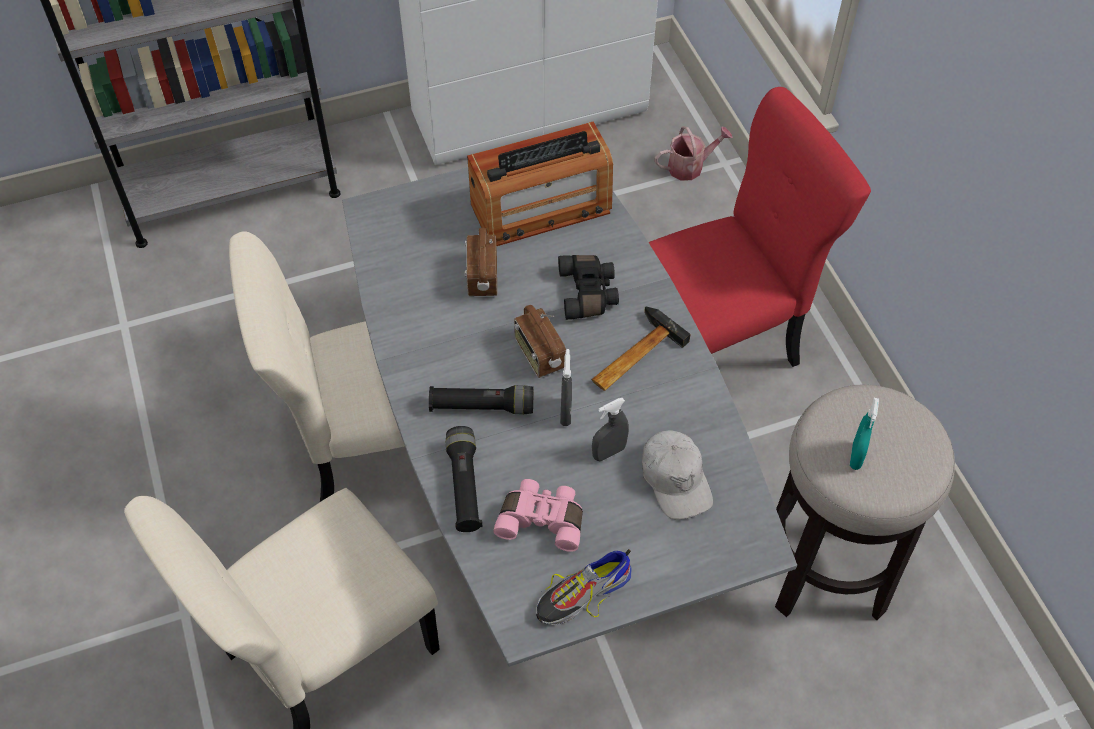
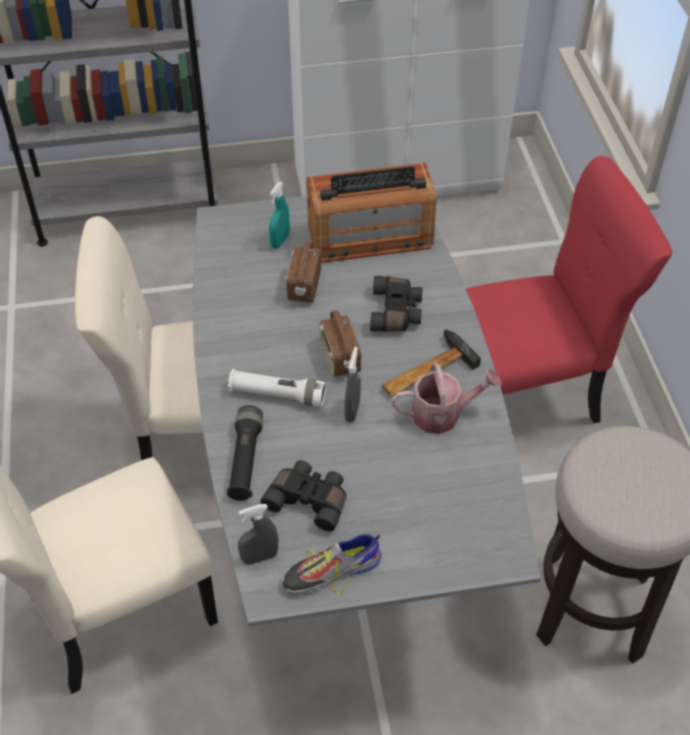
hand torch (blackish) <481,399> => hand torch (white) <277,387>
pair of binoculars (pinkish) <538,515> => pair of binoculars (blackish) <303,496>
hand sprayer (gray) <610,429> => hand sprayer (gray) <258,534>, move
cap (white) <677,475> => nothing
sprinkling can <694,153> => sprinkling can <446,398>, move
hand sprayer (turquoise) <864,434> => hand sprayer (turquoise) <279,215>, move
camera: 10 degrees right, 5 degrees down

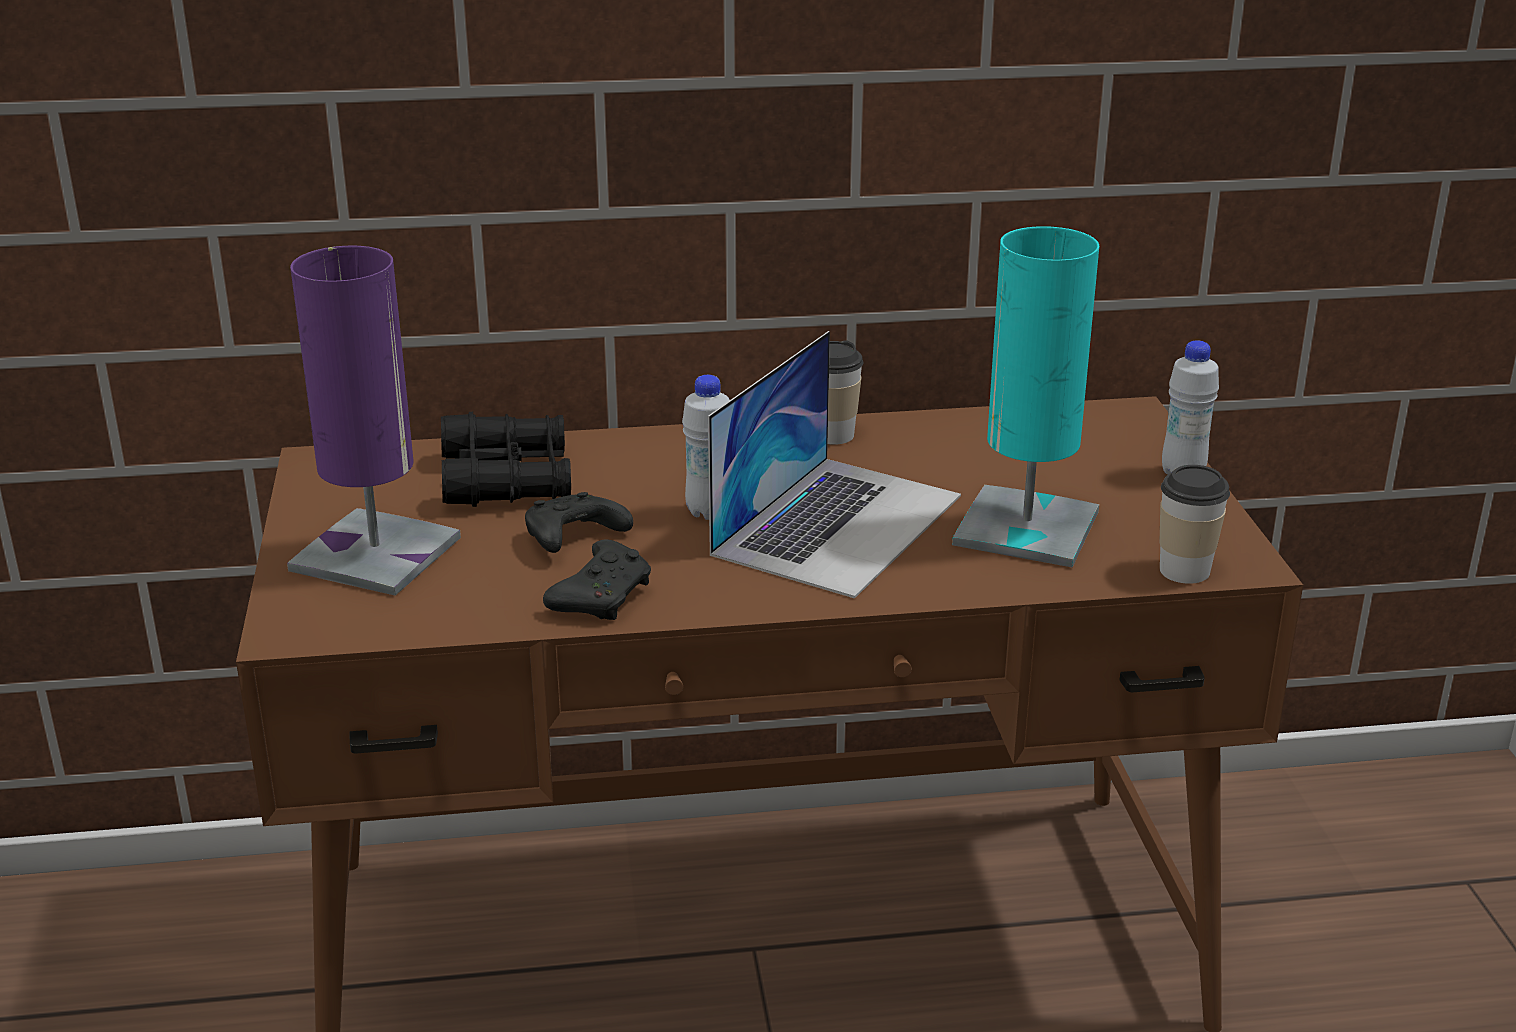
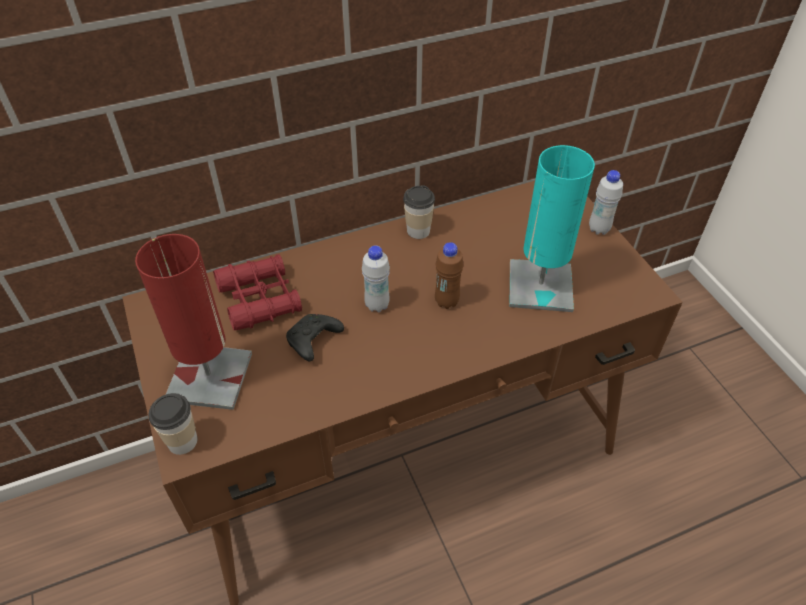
table lamp (purple) <374,421> => table lamp (reddish) <193,322>
pair of binoculars (blackish) <506,459> => pair of binoculars (reddish) <257,292>
gamepad (blackish) <597,579> => nothing
notebook computer <834,464> => beverage bottle (brownish) <449,275>
drinking cup <1194,524> => drinking cup <173,424>, move
camera: 15 degrees left, 20 degrees up

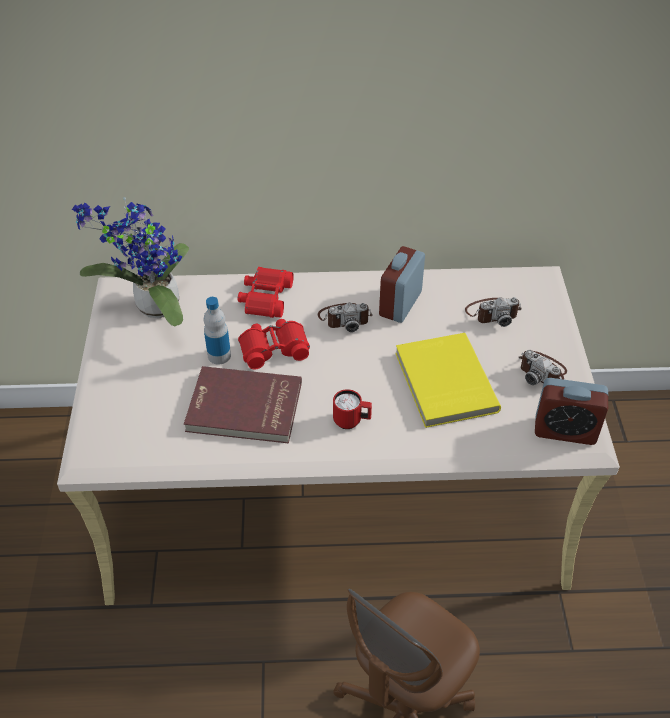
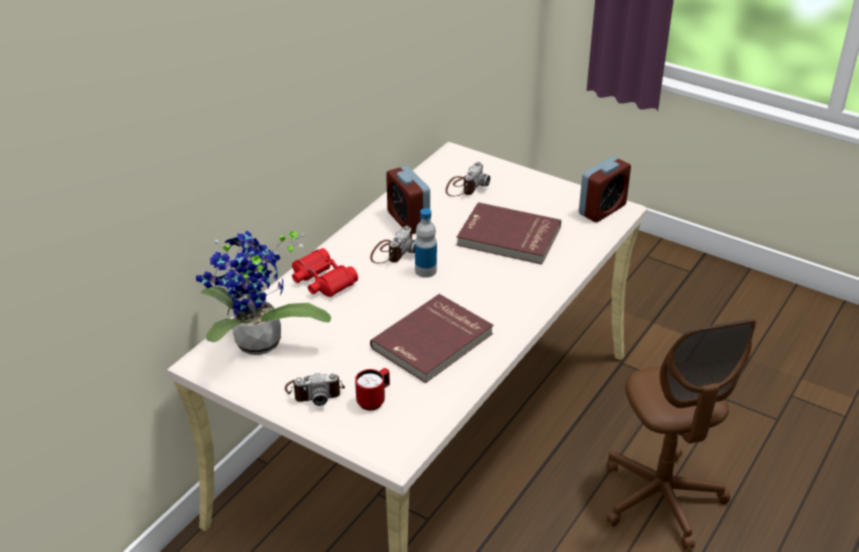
beverage bottle <217,331> => beverage bottle <426,243>, move
pair of binoculars (reddish) <274,344> => nothing
coffee mug (reddish) <352,409> => coffee mug (reddish) <372,389>, move
book (yellow) <448,380> => book (reddish) <509,233>
still camera <543,367> => still camera <315,389>, move
camera: 55 degrees left, 10 degrees down

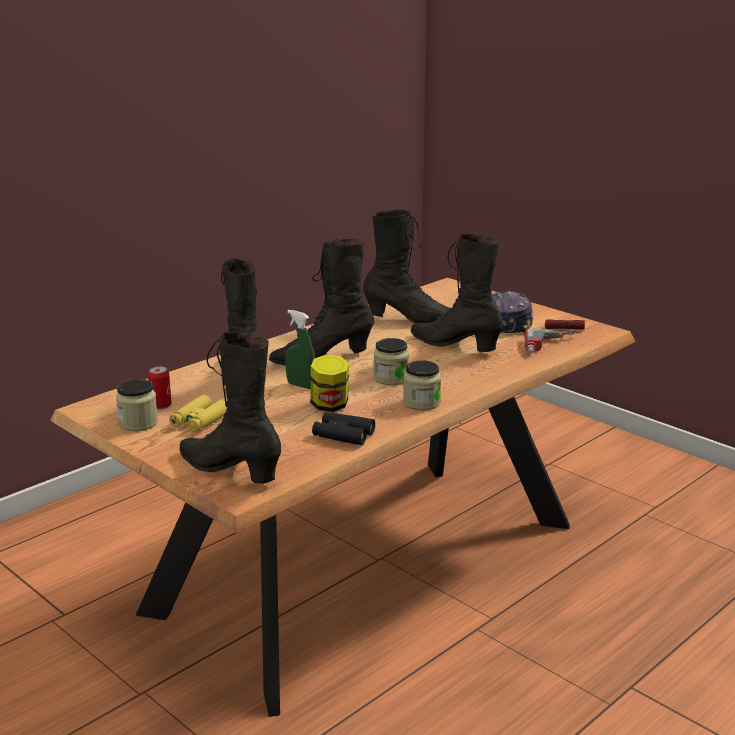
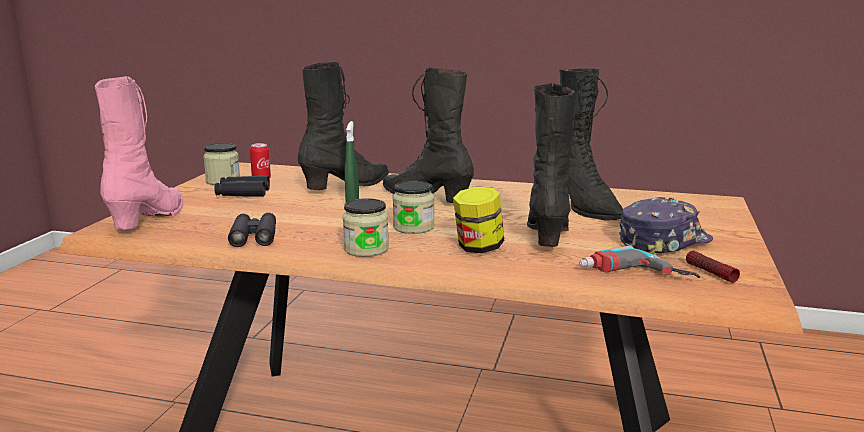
pair of binoculars (yellow) <198,413> => pair of binoculars (blackish) <242,186>
boot (blackish) <230,408> => boot (pinkish) <139,152>
storage jar <329,383> => storage jar <478,220>, move
camera: 60 degrees right, 5 degrees down

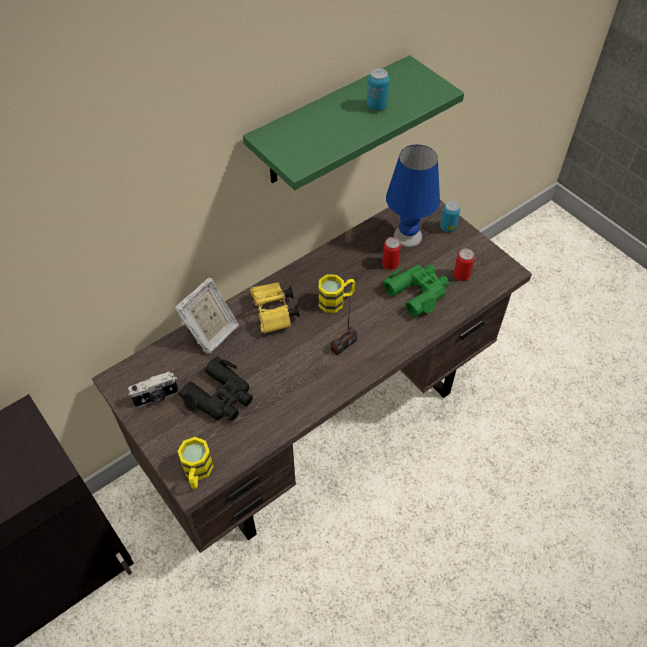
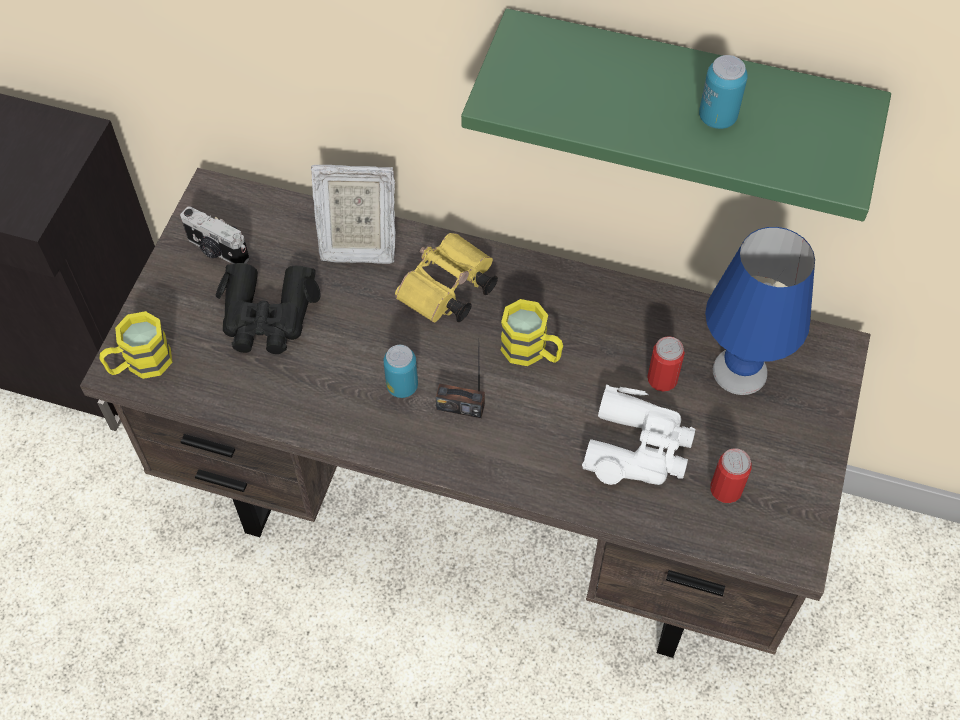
pair of binoculars (green) <416,291> => pair of binoculars (white) <638,435>
sealed can <450,216> => sealed can <400,371>, move
camera: 55 degrees right, 5 degrees up

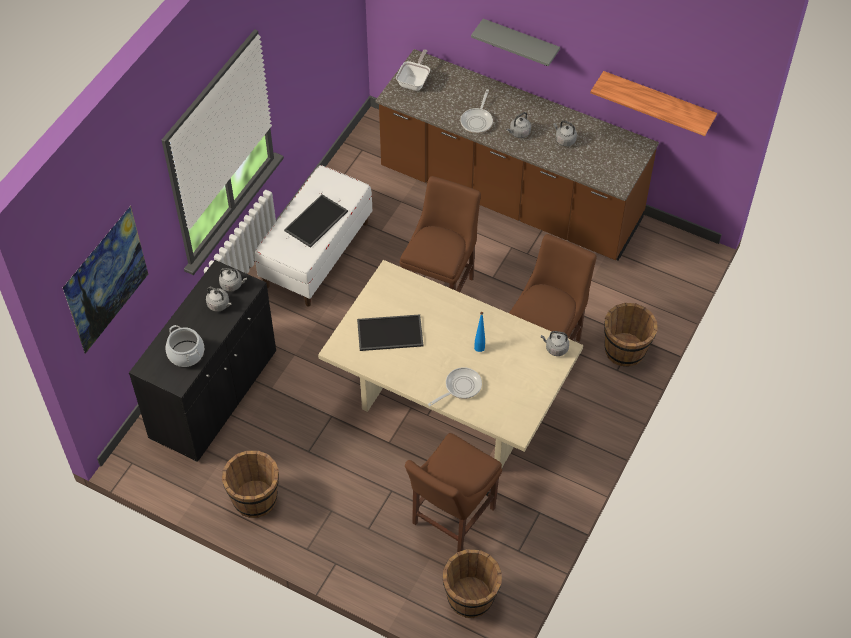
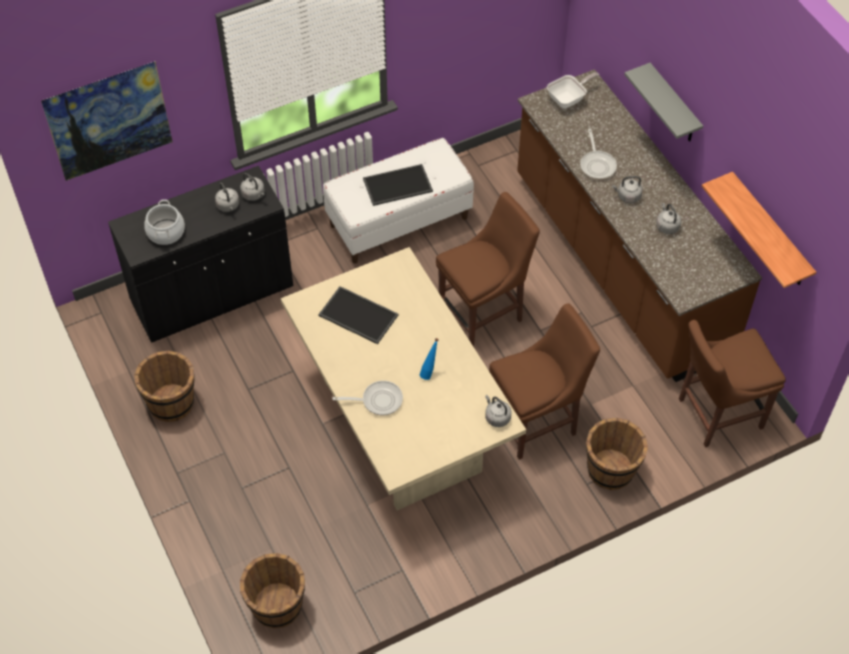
chair (brownish) <453,492> => chair (brownish) <732,383>, move
pan <477,111> => pan <598,154>, 60 degrees counterclockwise
camera: 35 degrees right, 0 degrees up

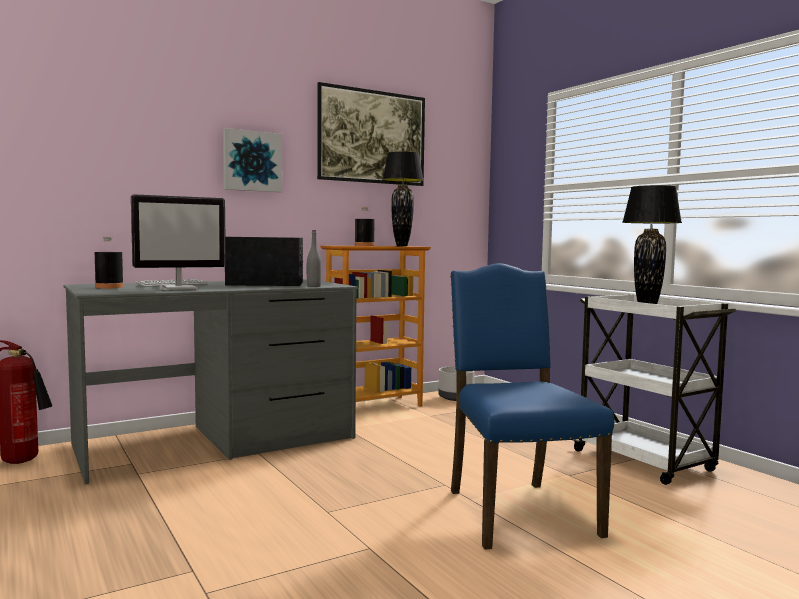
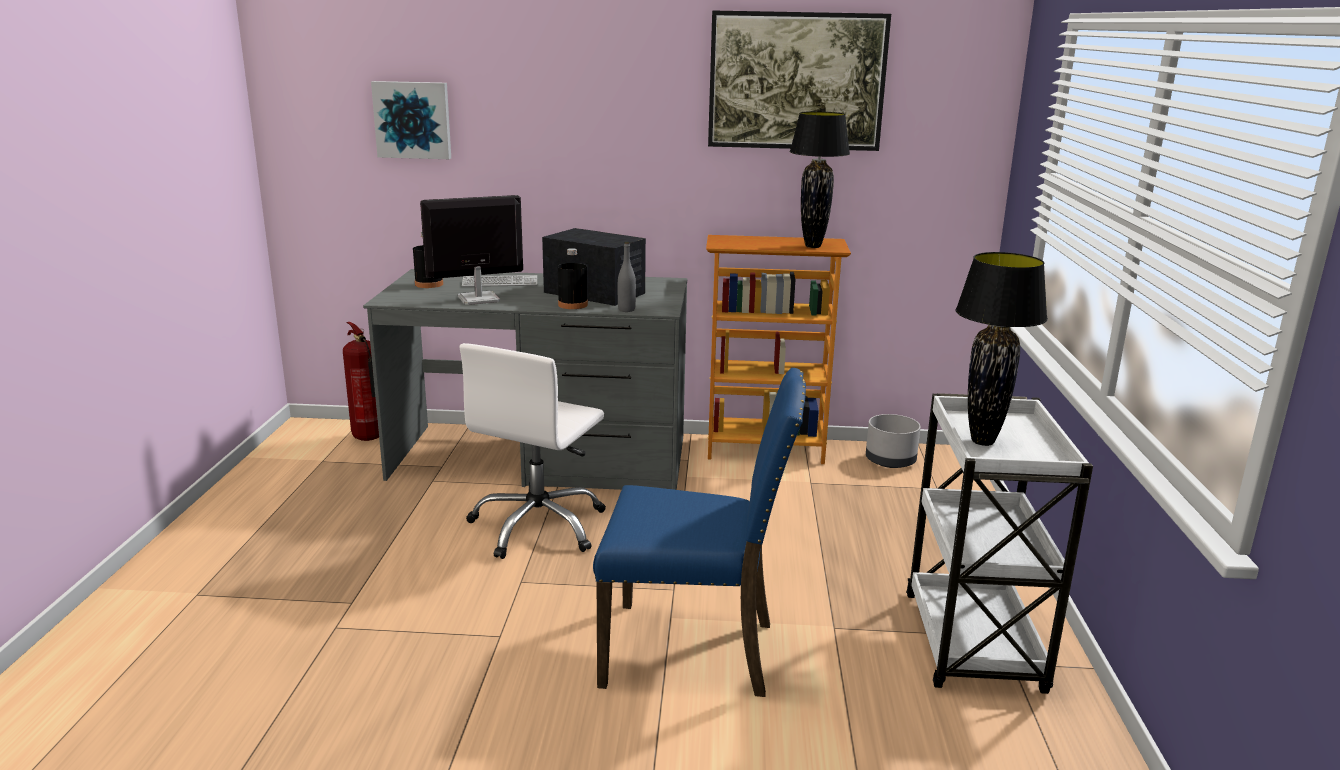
computer display <178,242> => computer display <471,250>, 150 degrees clockwise
wall art <252,160> => wall art <411,120>, move
beverage bottle (blackish) <365,226> => beverage bottle (blackish) <573,278>, move
chair (bluish) <532,406> => chair (bluish) <699,532>, 75 degrees clockwise
nothing => computer chair (white) <533,451>
camera: 35 degrees right, 15 degrees up

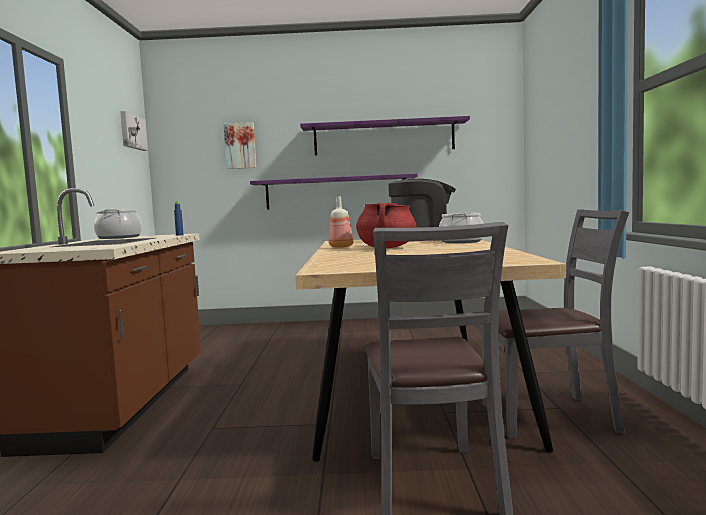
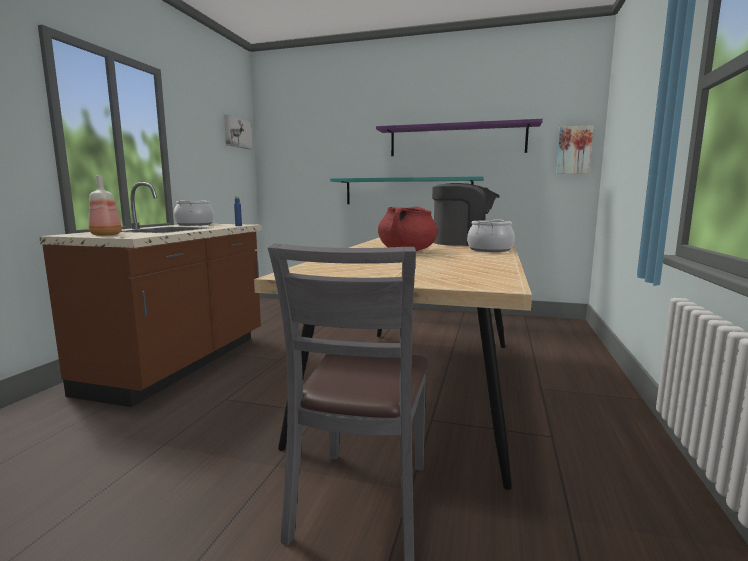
wall art <240,145> => wall art <574,149>, move
wall shelf (purple) <334,191> => wall shelf (turquoise) <407,190>
beverage bottle <341,222> => beverage bottle <105,206>, move
chair (gray) <555,324> => nothing
camera: 15 degrees right, 5 degrees up

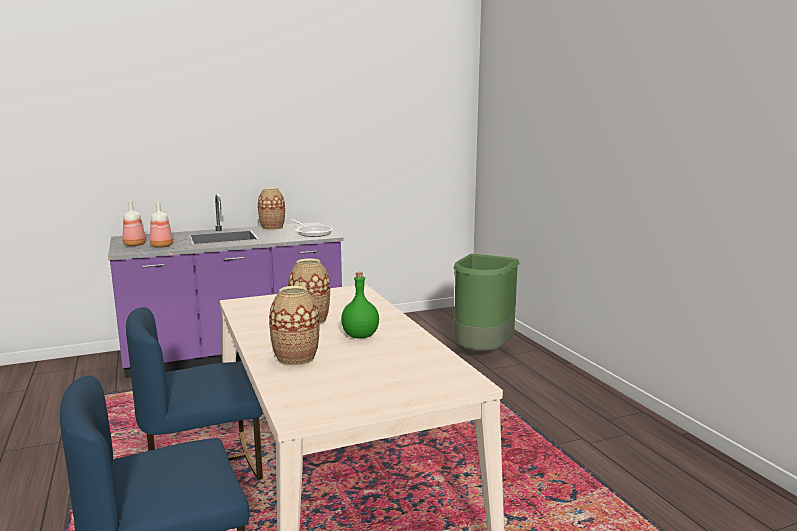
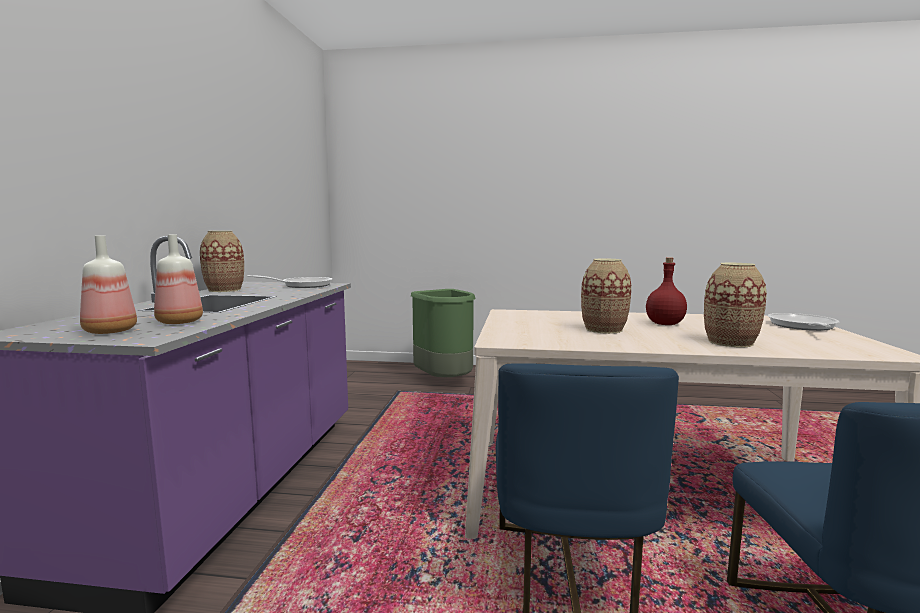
beverage bottle (green) <360,305> => beverage bottle (reddish) <666,291>
nothing => pan <803,322>
camera: 60 degrees left, 5 degrees down

